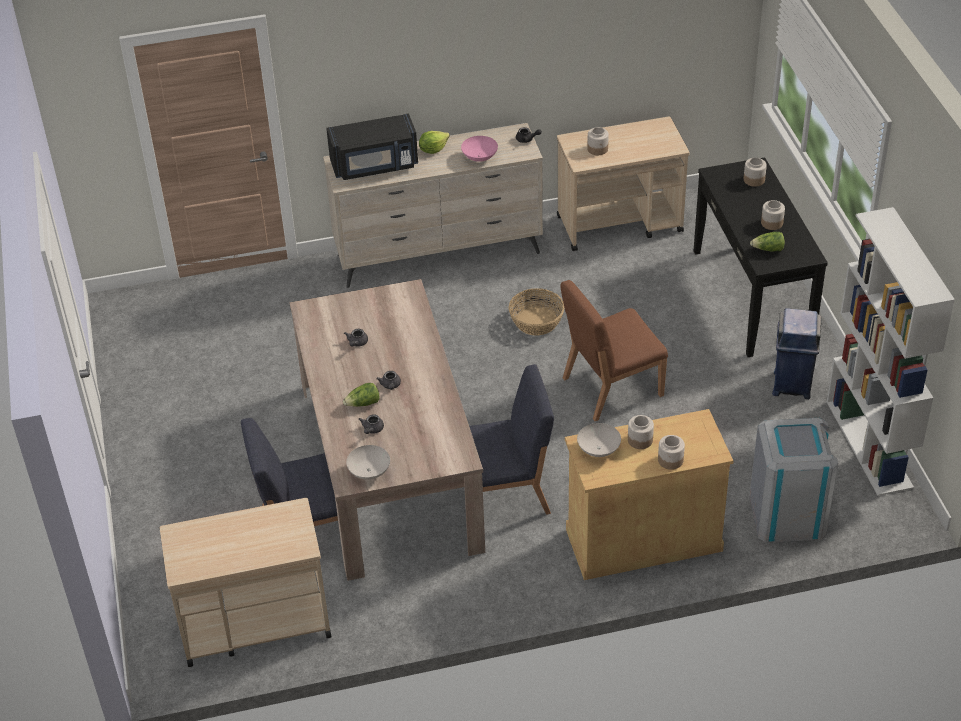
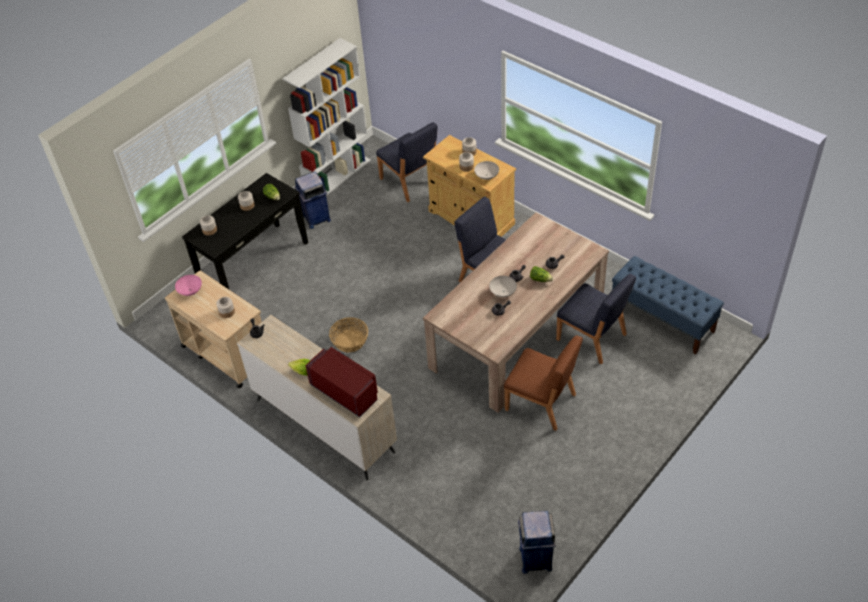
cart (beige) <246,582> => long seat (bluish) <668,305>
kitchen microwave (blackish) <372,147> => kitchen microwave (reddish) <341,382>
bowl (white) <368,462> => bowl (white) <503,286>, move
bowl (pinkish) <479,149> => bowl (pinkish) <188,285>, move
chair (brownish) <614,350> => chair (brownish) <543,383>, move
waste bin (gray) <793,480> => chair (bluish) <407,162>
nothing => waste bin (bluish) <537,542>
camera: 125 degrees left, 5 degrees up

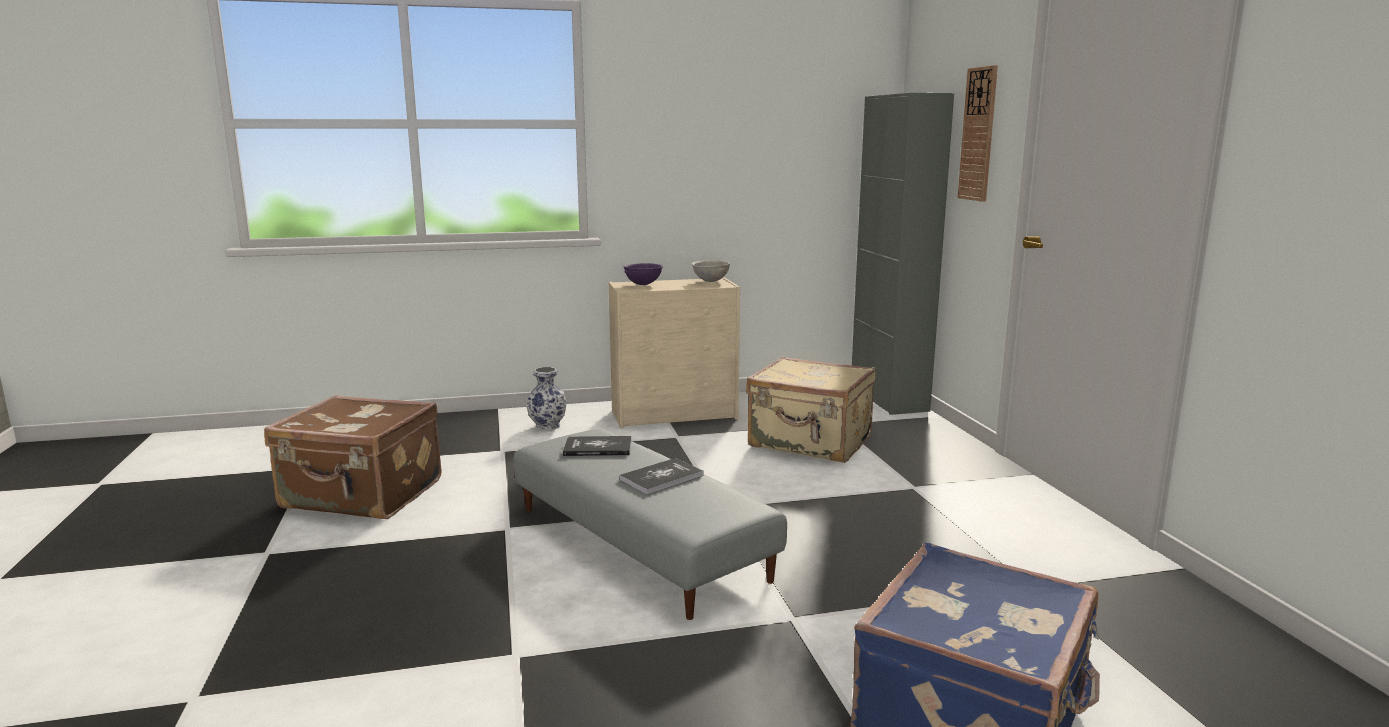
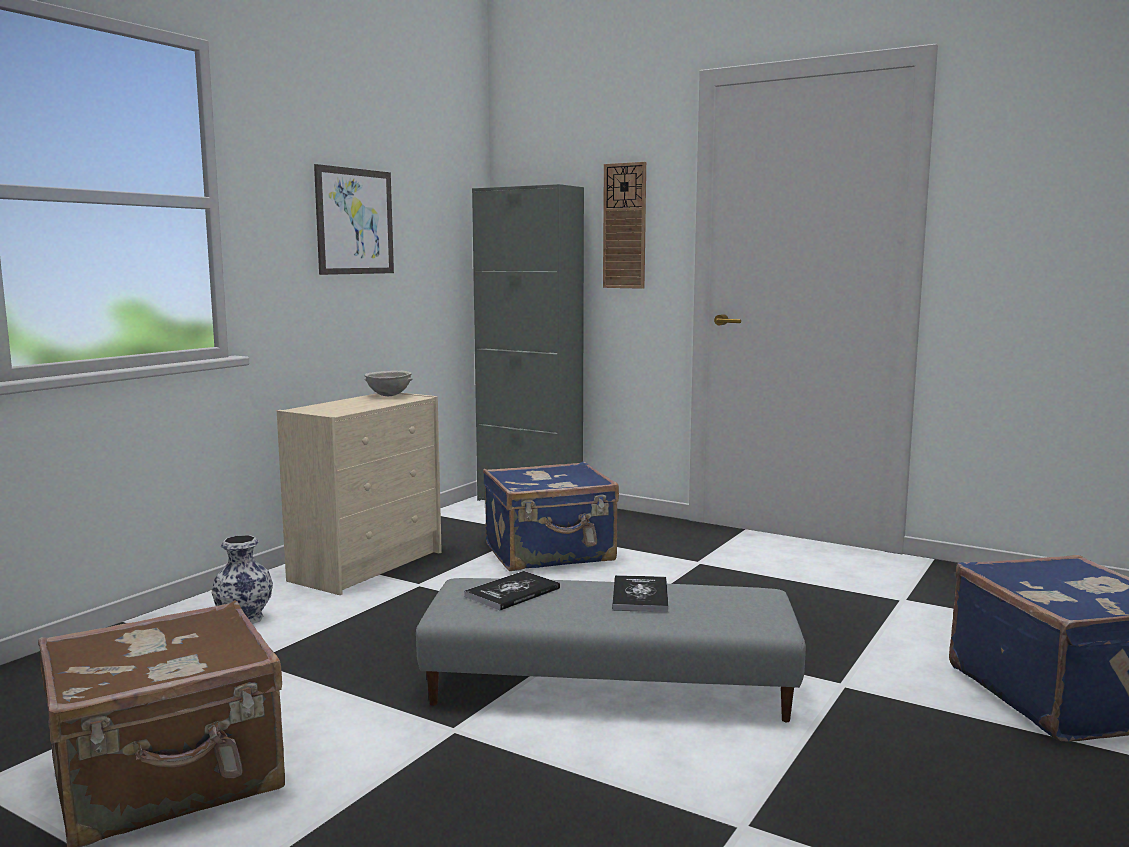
bowl (purple) <643,274> => nothing
suitcase (beige) <811,409> => suitcase (bluish) <551,516>
nothing => wall art <354,219>
camera: 45 degrees left, 5 degrees down

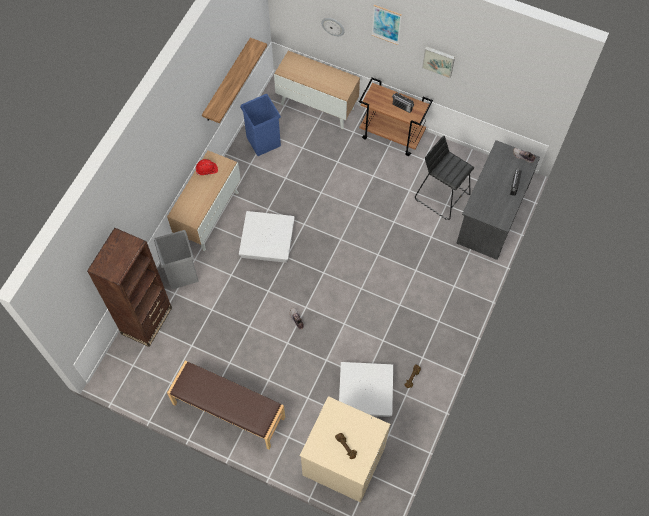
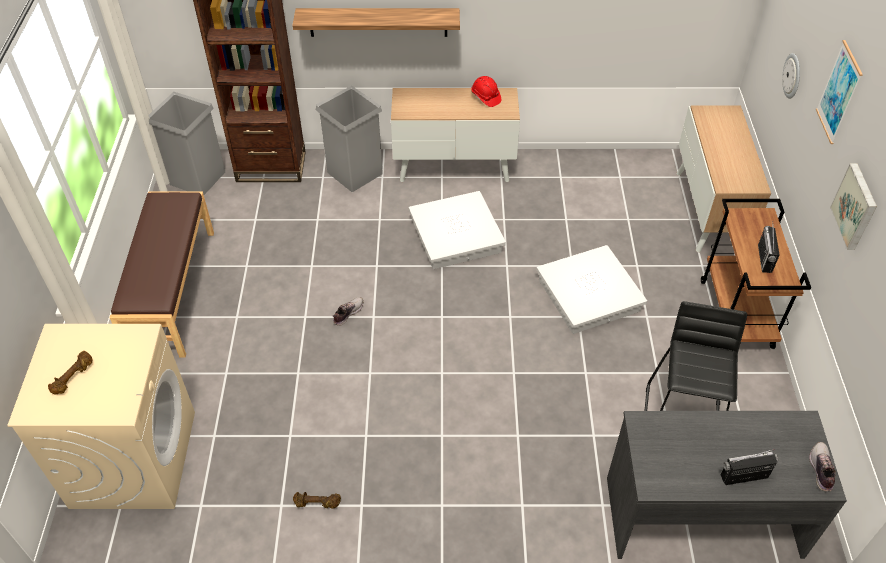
wall shelf <234,81> => wall shelf <376,22>, move
waste bin (bluish) <260,125> => nothing
storage box (white) <366,389> => storage box (white) <591,289>, move
nothing => waste bin (gray) <187,143>
camera: 65 degrees right, 15 degrees down

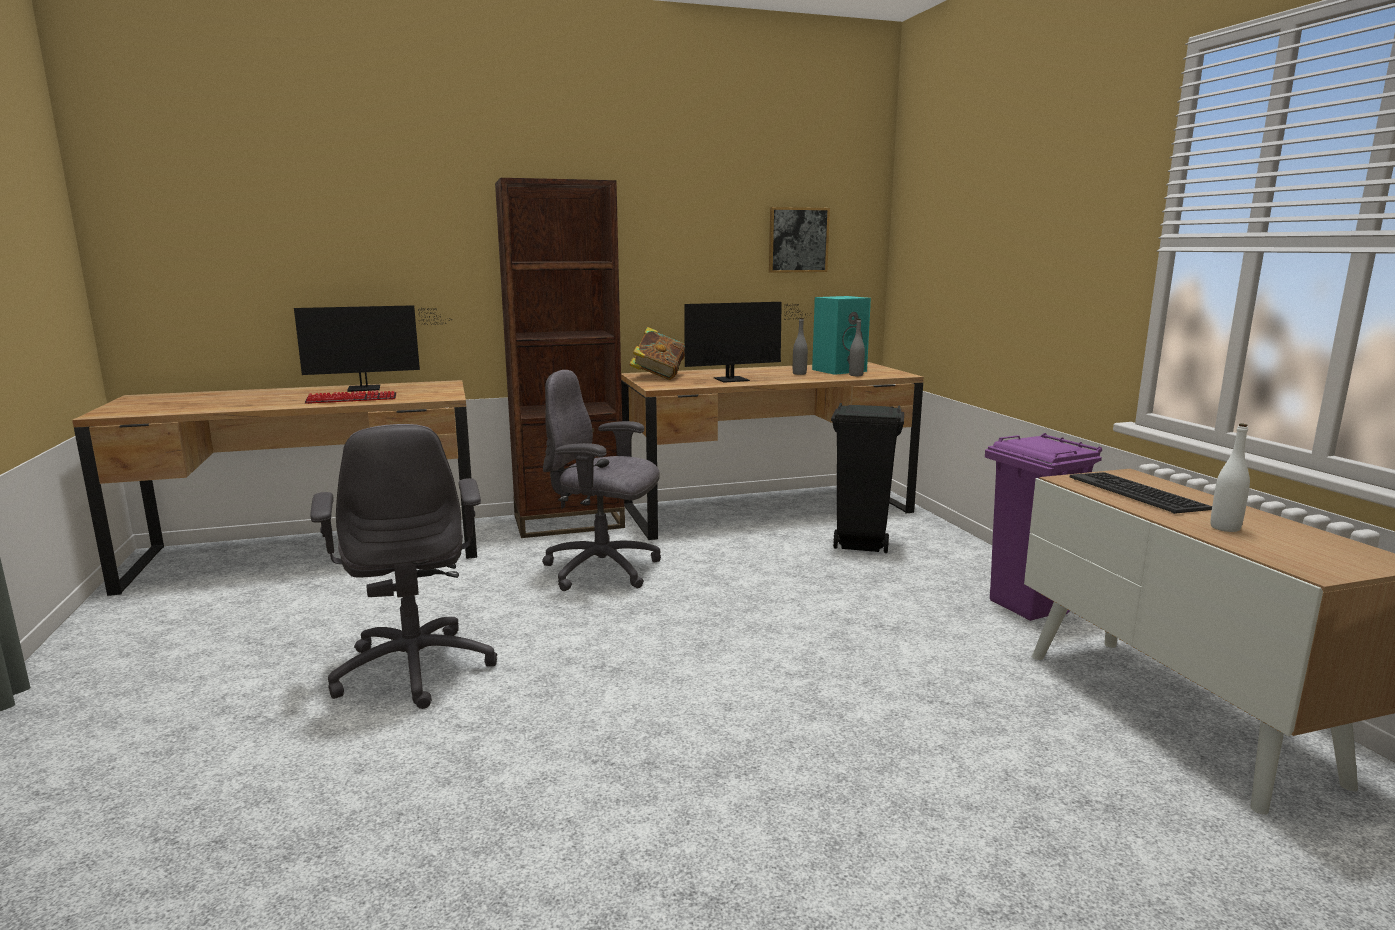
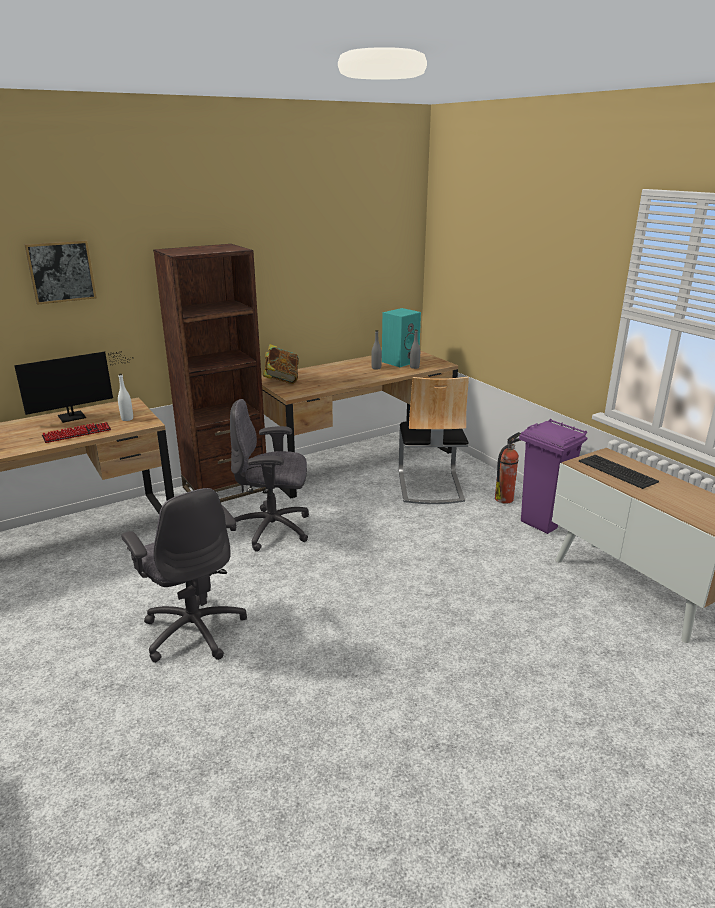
computer display <747,342> => nothing
wall art <799,240> => wall art <60,272>, move
waste bin (blackish) <867,478> => chair <434,440>
beverage bottle (white) <1230,477> => beverage bottle (white) <125,397>, move
nothing => fire-fighting cylinder <508,468>
camera: 15 degrees left, 10 degrees up

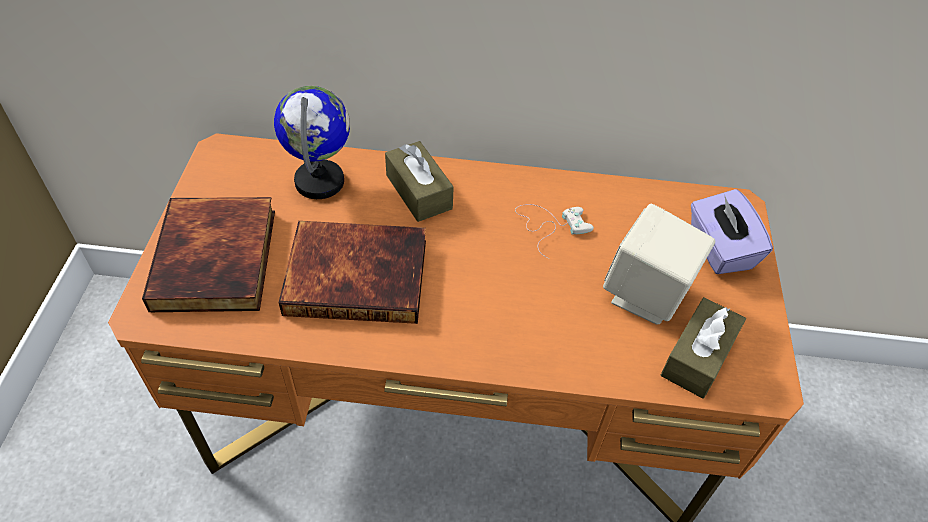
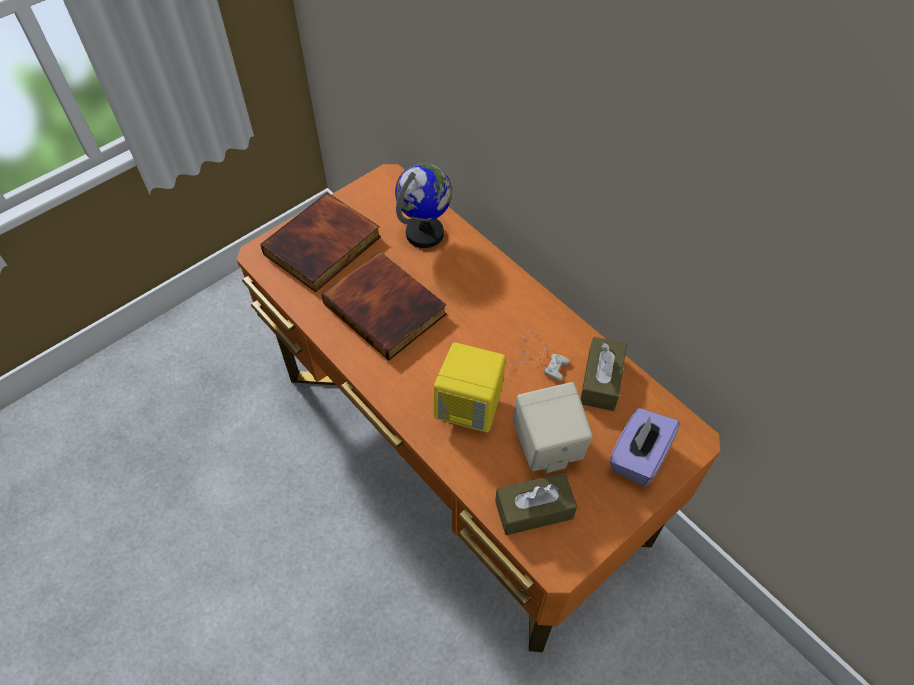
tissue box (brownish) <419,181> => tissue box (brownish) <604,374>, move
nothing => audio speaker (yellow) <470,387>
camera: 45 degrees right, 5 degrees up

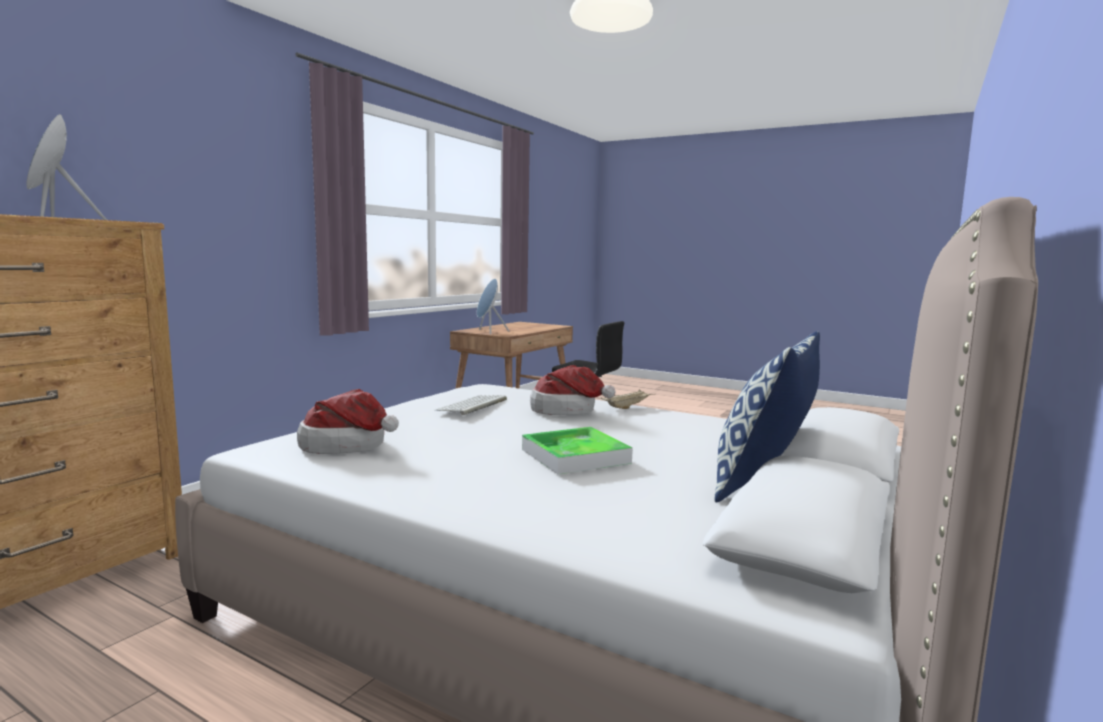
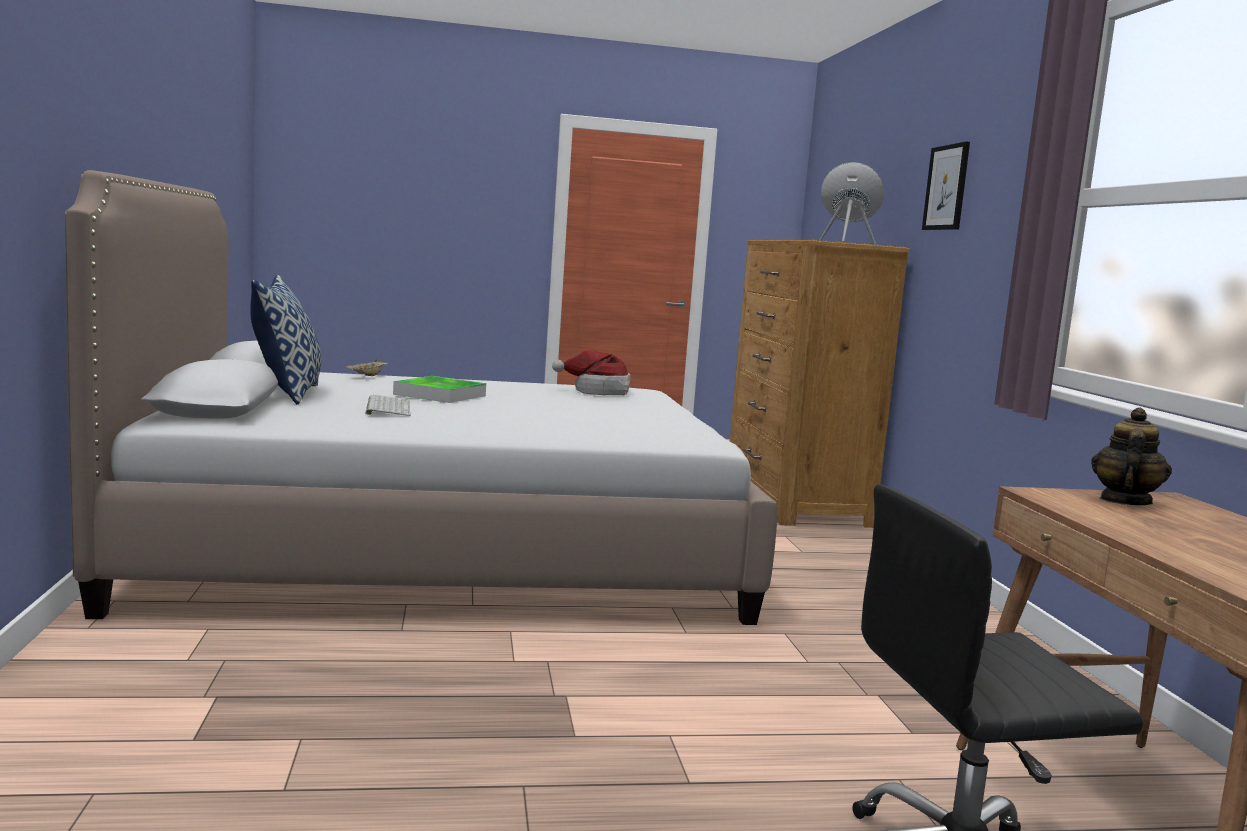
keyboard <470,405> => keyboard <388,405>, move
audio speaker (bluish) <493,306> => tea pot <1131,456>
wearable hat <572,390> => nothing
carrying tray (beige) <628,399> => carrying tray (beige) <367,368>, move
nothing => wall art <946,186>
camera: 140 degrees right, 0 degrees up

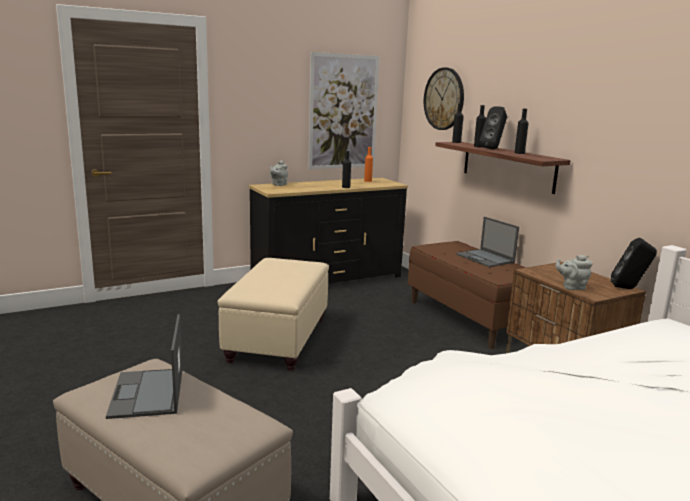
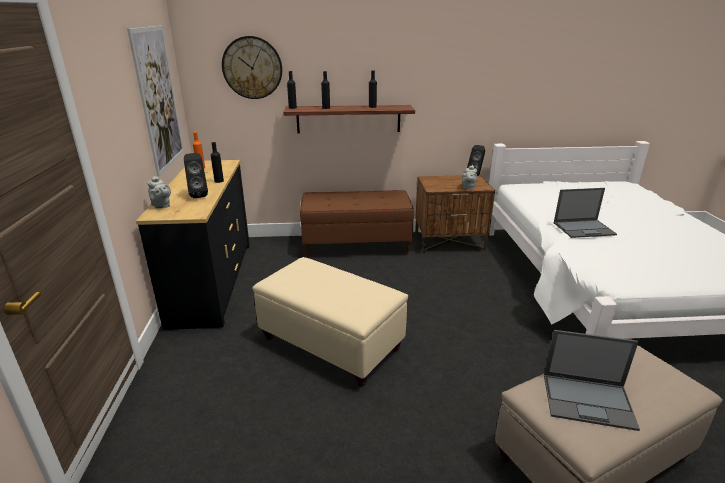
notebook computer <487,242> => notebook computer <585,213>, move
audio speaker (blackish) <493,128> => audio speaker (blackish) <196,175>, move
camera: 65 degrees left, 10 degrees up

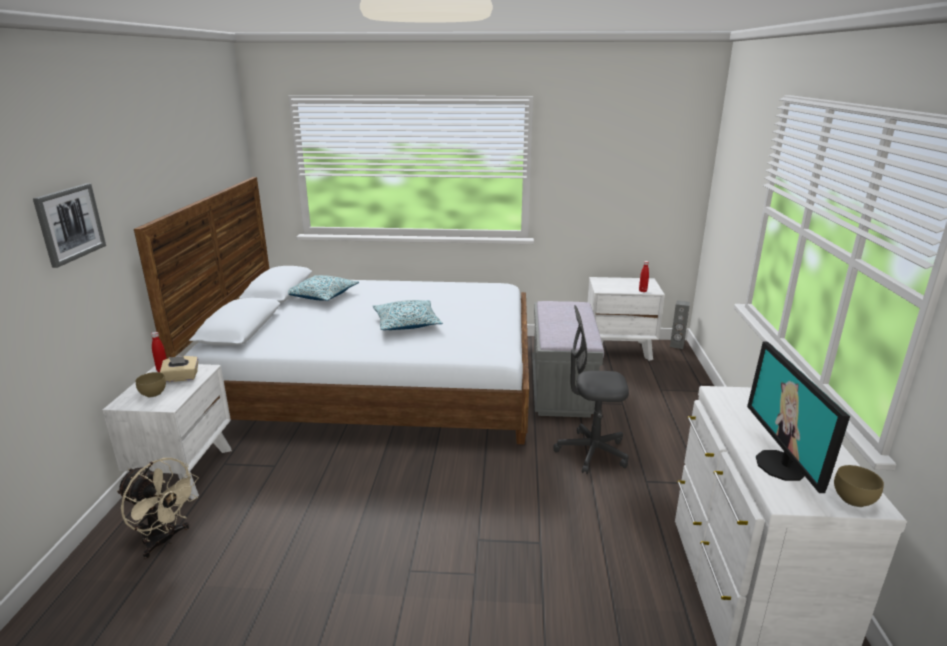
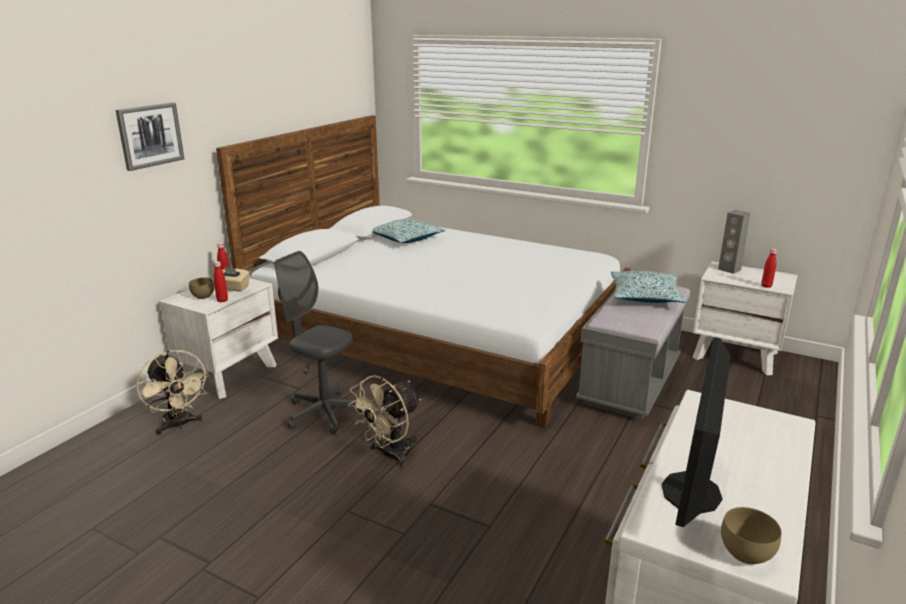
cushion <408,315> => cushion <648,287>, move
computer chair (gray) <591,389> => computer chair (gray) <318,343>, move
audio speaker (gray) <680,324> => audio speaker (gray) <734,242>, move
nothing => beverage bottle (reddish) <221,281>
nothing => electric fan (beige) <384,421>
camera: 25 degrees right, 0 degrees up

